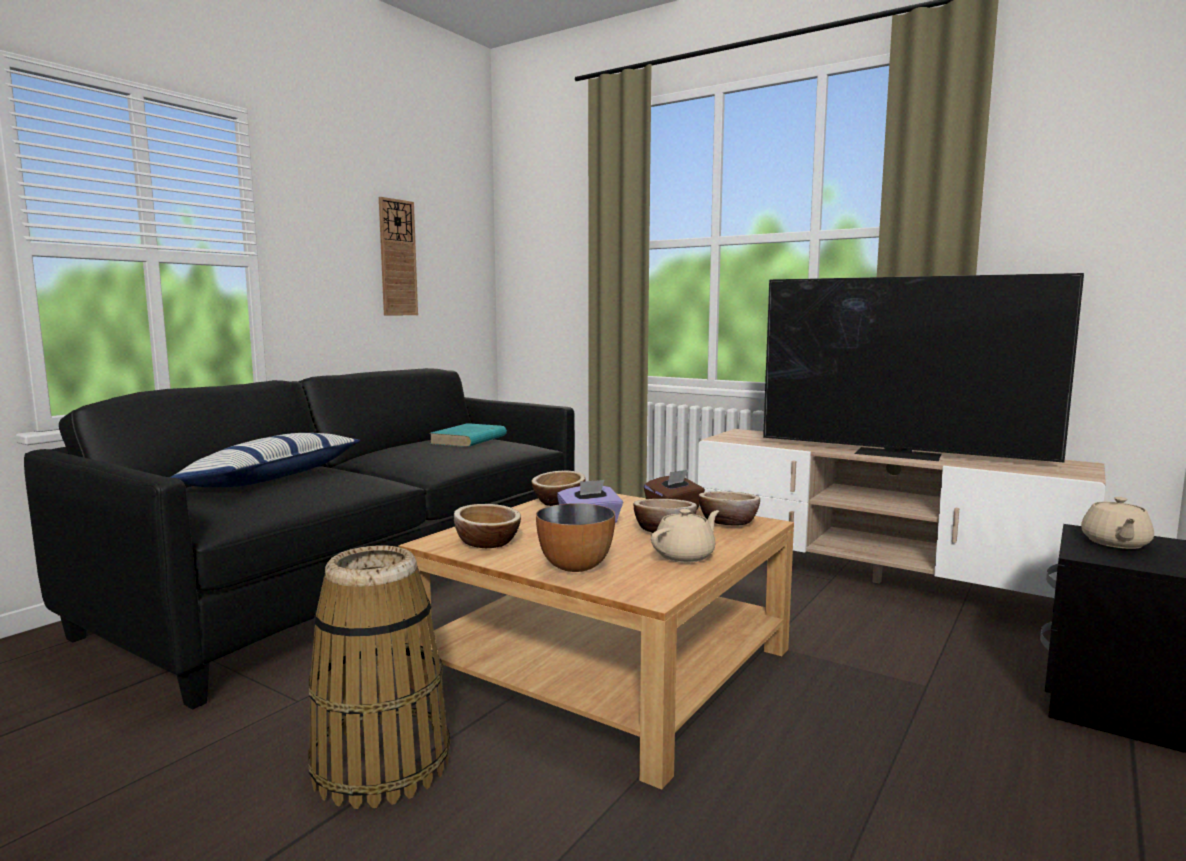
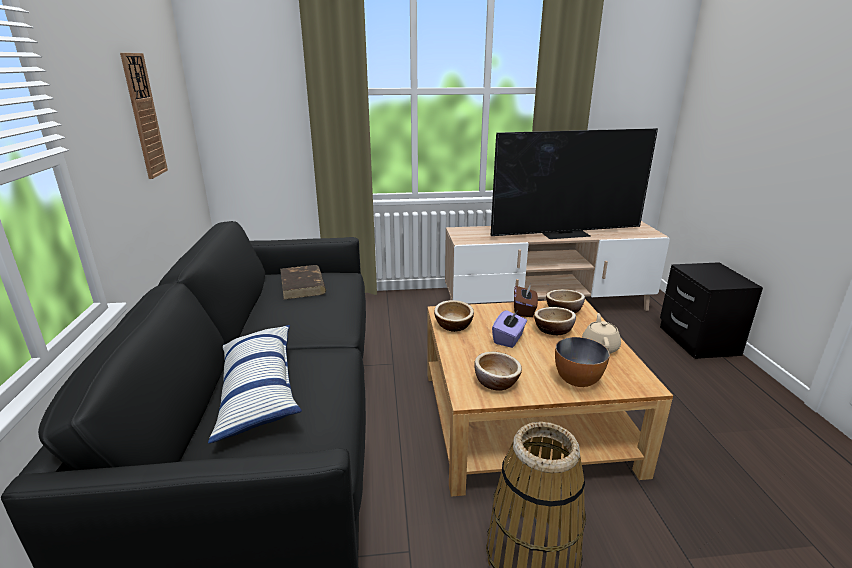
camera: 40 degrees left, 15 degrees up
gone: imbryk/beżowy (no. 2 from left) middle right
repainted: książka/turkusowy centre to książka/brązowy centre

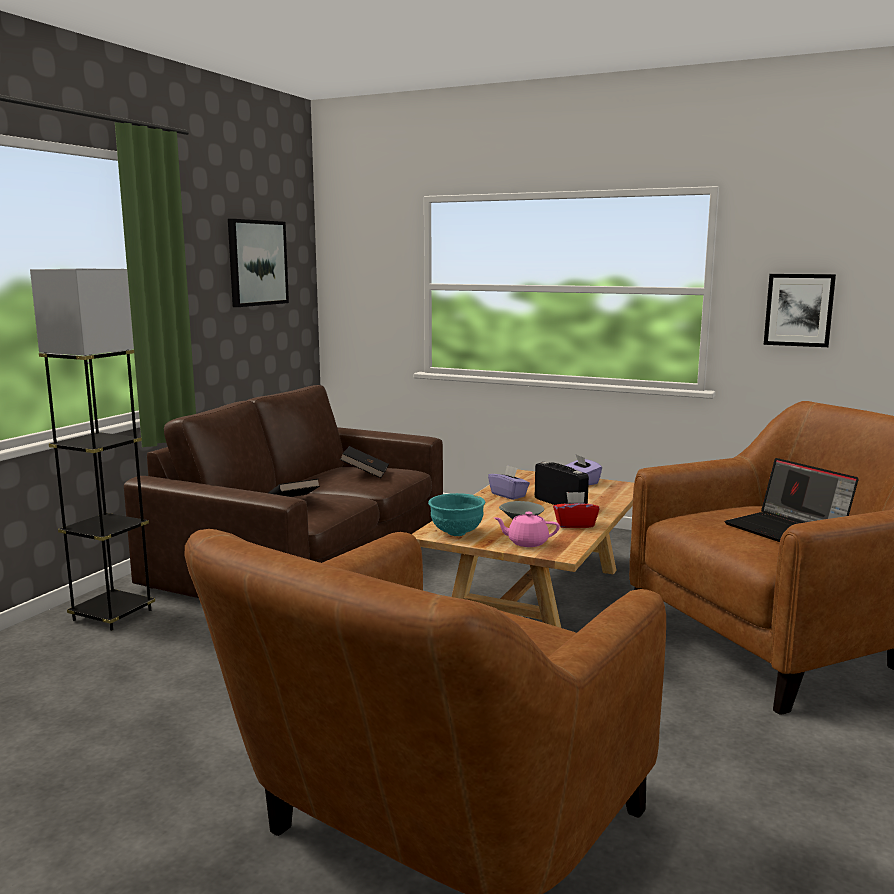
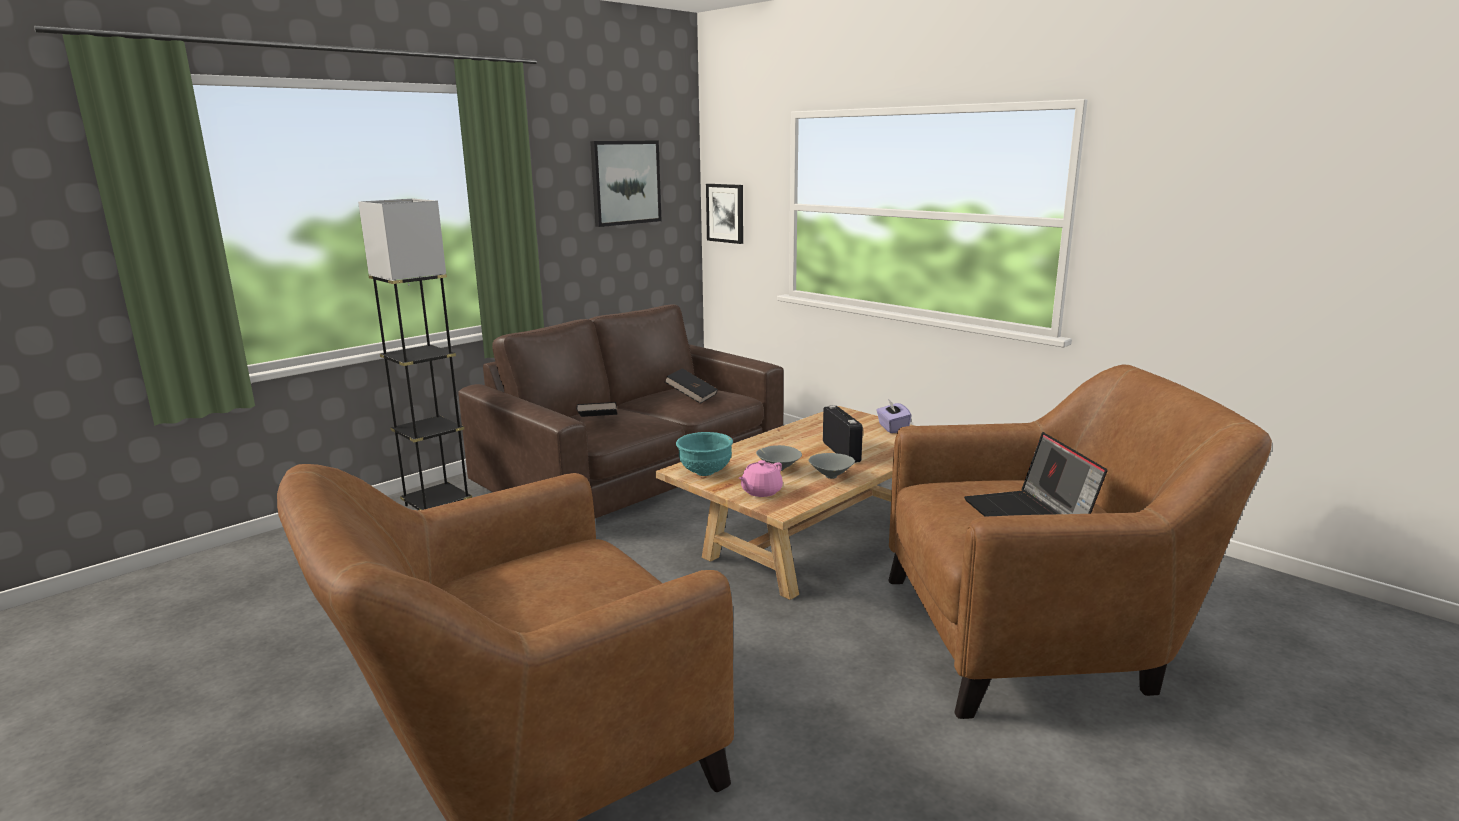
camera: 20 degrees right, 5 degrees up
gone: pudełko chusteczek/fioletowy (no. 1 from left) centre
shifted: obraz (no. 2 from left) middle right to top centre
swapped: pudełko chusteczek/czerwony centre to miska/szary (no. 2 from left) centre
rotated: imbryk/różowy centre = centre 75 degrees counterclockwise

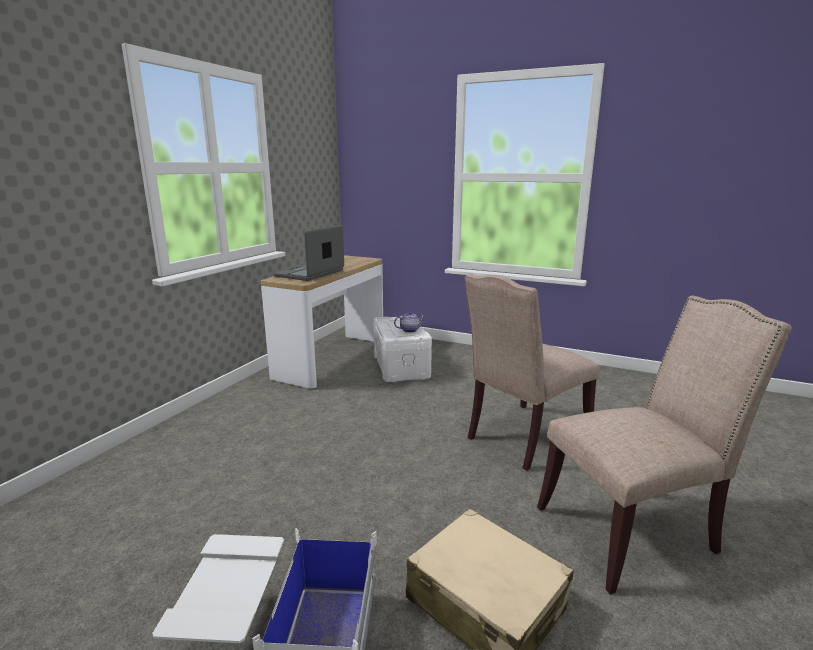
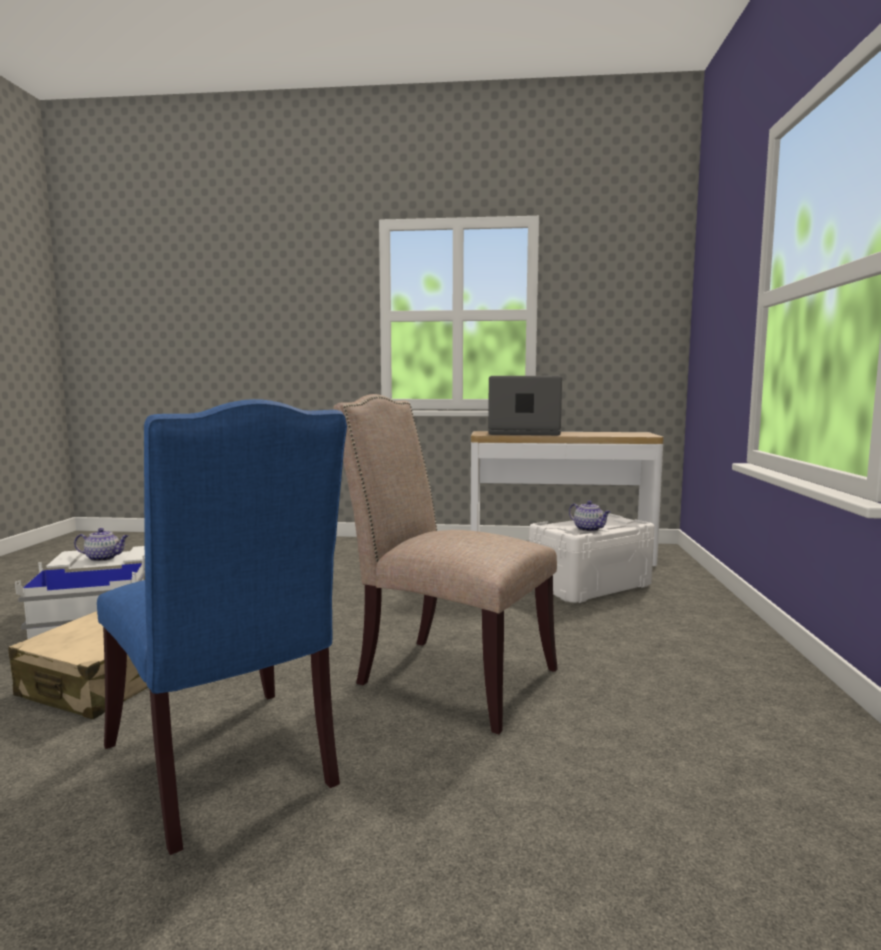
camera: 70 degrees right, 10 degrees down
new: imbryk (no. 1 from left) middle left
repainted: krzesło/beżowy (no. 2 from left) bottom right to krzesło/niebieski middle left

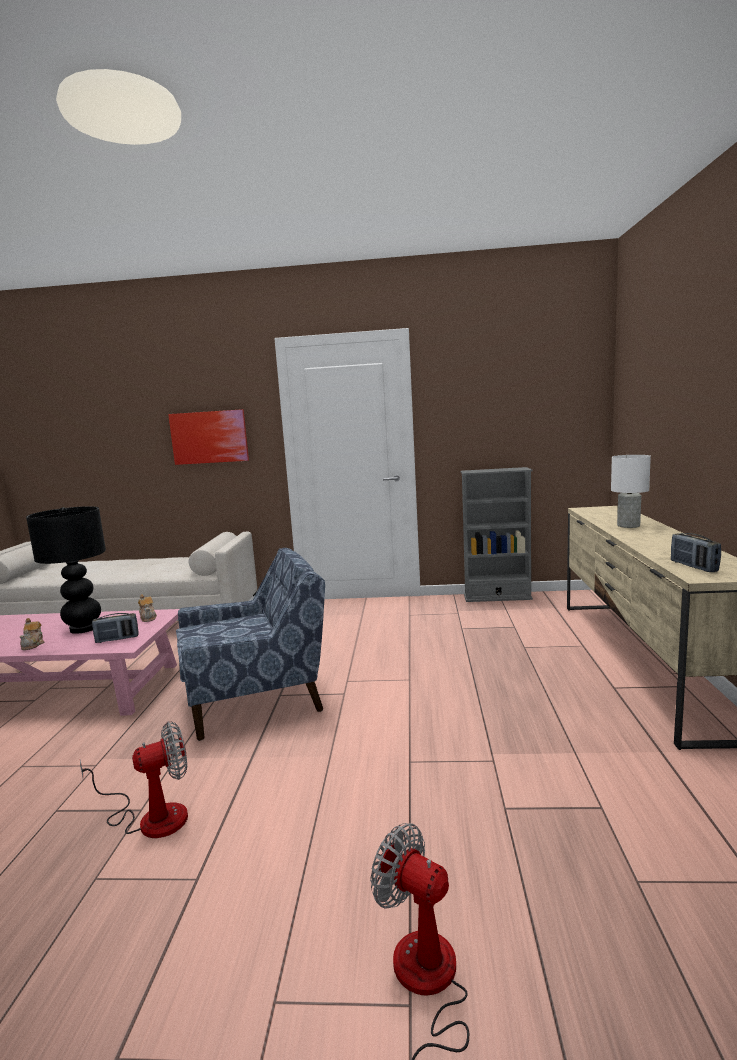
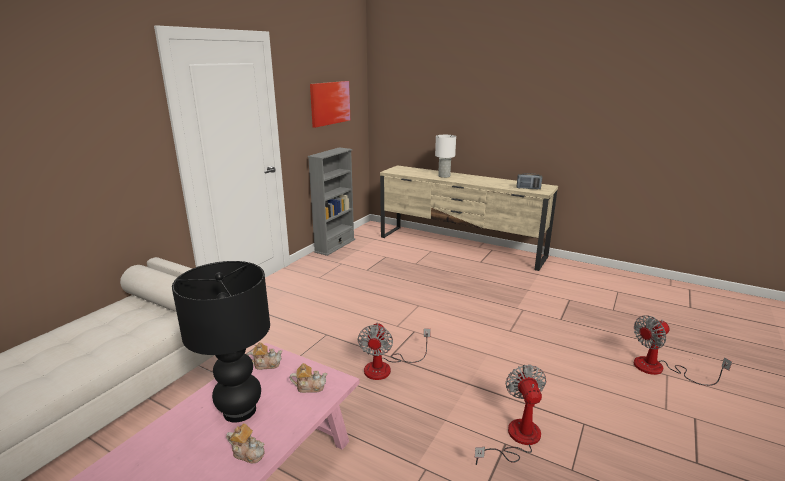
camera: 65 degrees left, 10 degrees up
shifted: obraz middle left to top centre
swapped: radio (no. 1 from left) middle left to imbryk (no. 3 from left) bottom centre; fotel/niebieski centre to wentylator (no. 1 from left) bottom centre

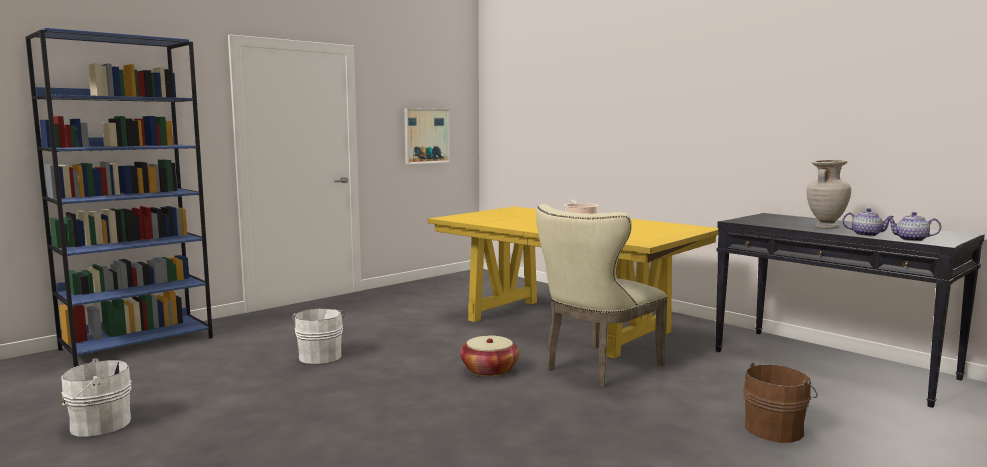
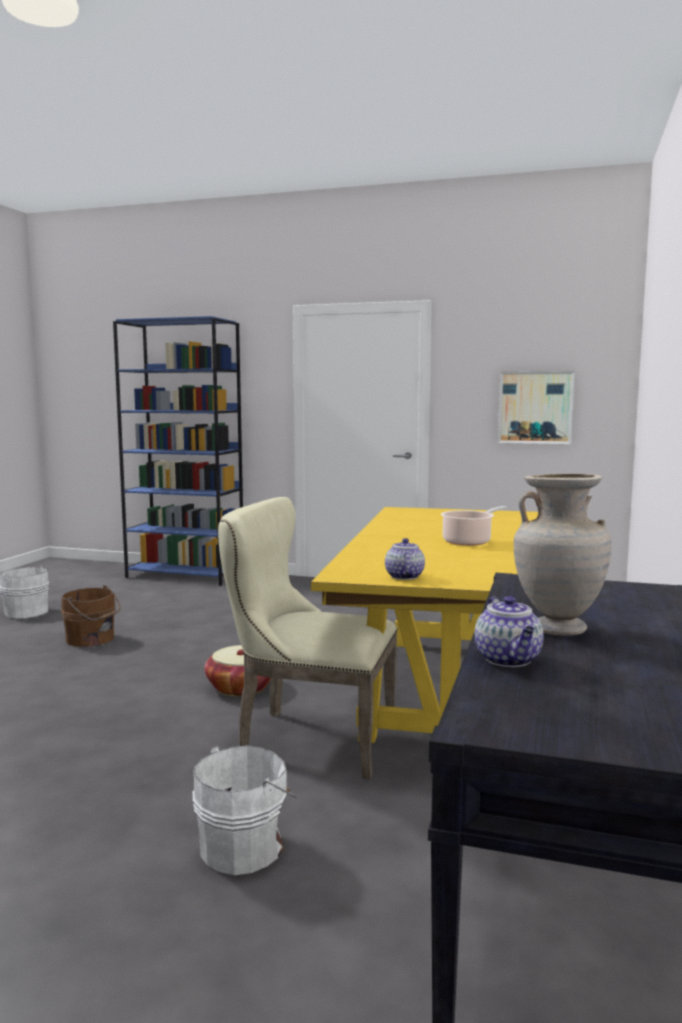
camera: 60 degrees right, 0 degrees up
shifted: wiadro/biały (no. 2 from left) bottom left to bottom centre; wiadro/brązowy bottom right to middle left; imbryk (no. 2 from left in the first image) middle right to imbryk (no. 1 from left) centre

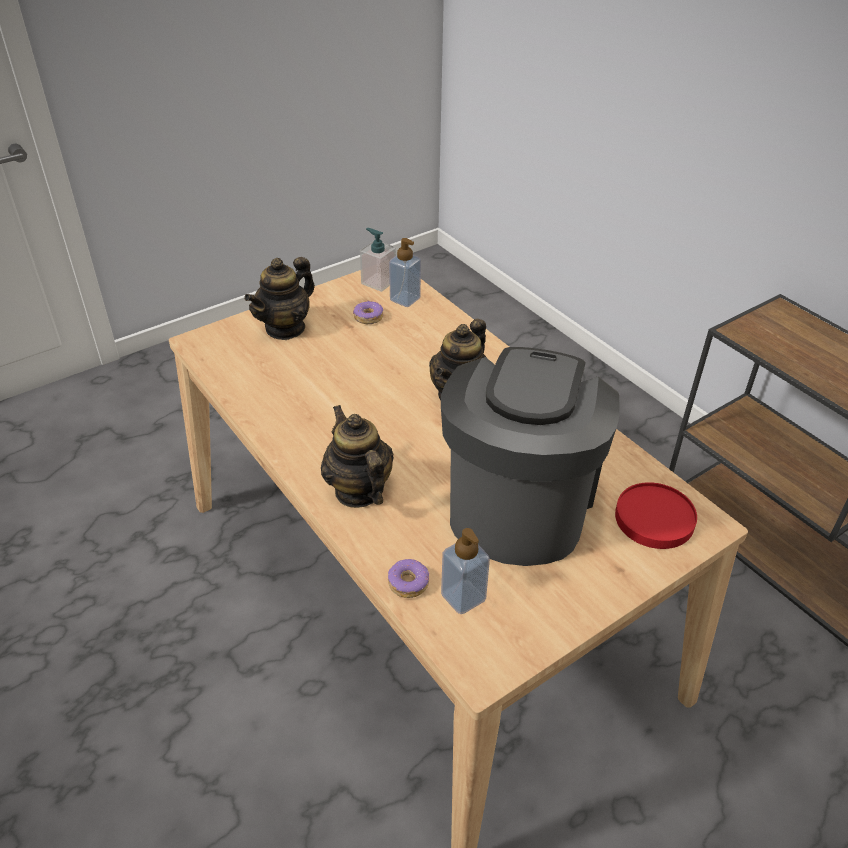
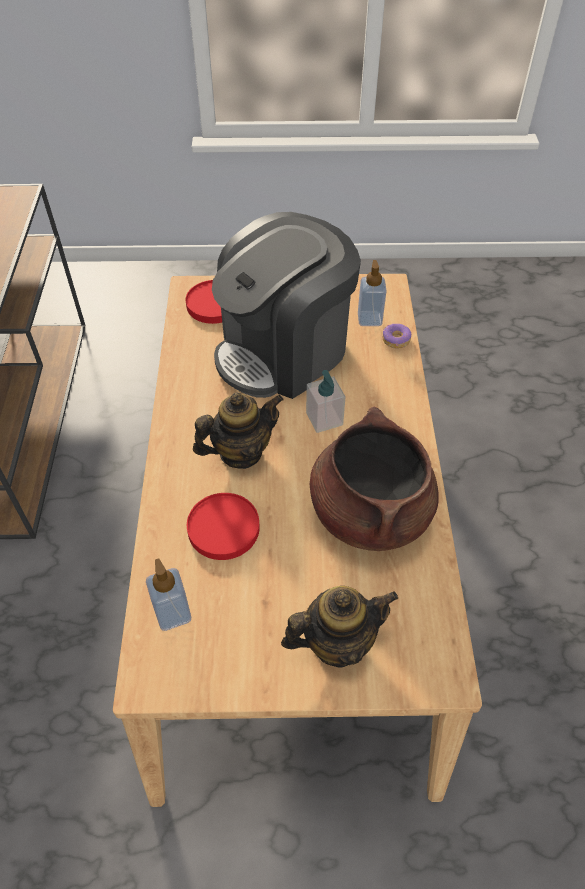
camera: 145 degrees left, 10 degrees up
gone: imbryk (no. 2 from left) centre; donut (no. 1 from left) centre
new: talerz/czerwony (no. 2 from left) centre; garnek/brązowy centre
shifted: dozownik mydła (no. 1 from left in the first image) top centre to dozownik mydła (no. 2 from left) centre

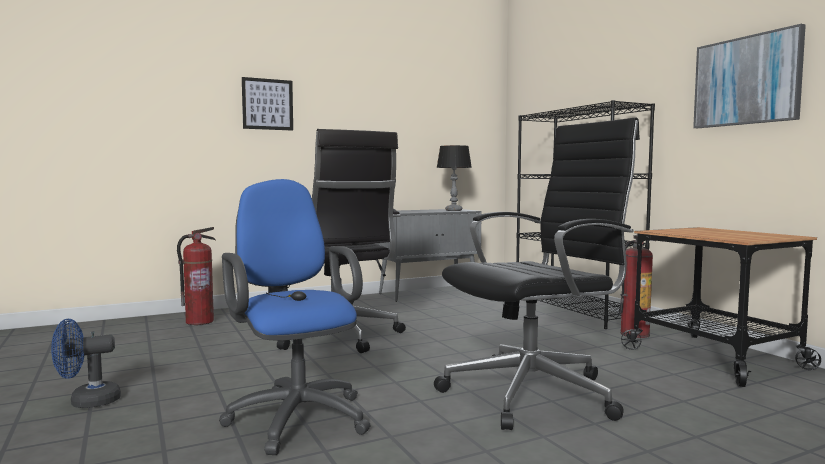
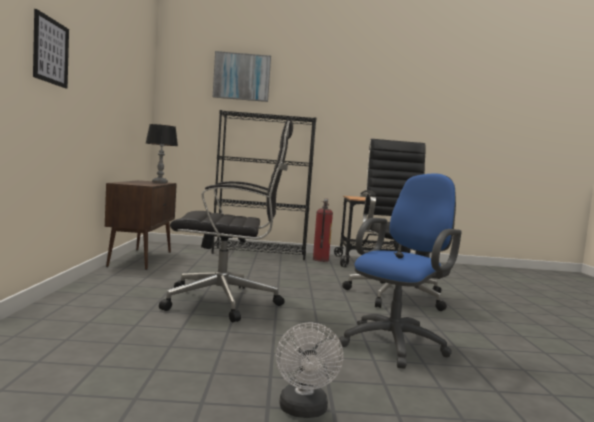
camera: 65 degrees left, 0 degrees up
gone: gaśnica (no. 1 from left) middle left
shifted: obraz (no. 2 from left) top right to top centre
repainted: wentylator/niebieski bottom left to wentylator/biały bottom centre; szafka/szary centre to szafka/brązowy middle left
rotated: krzesło biurowe/niebieski bottom centre = middle right 135 degrees clockwise

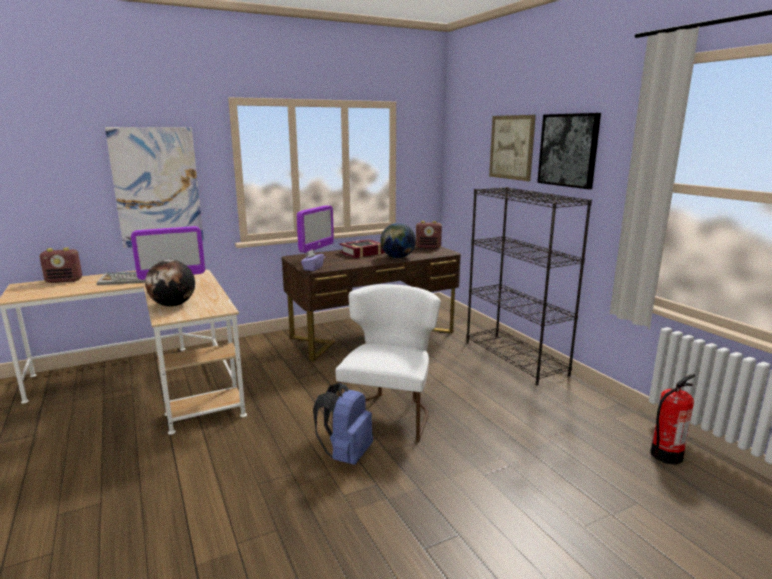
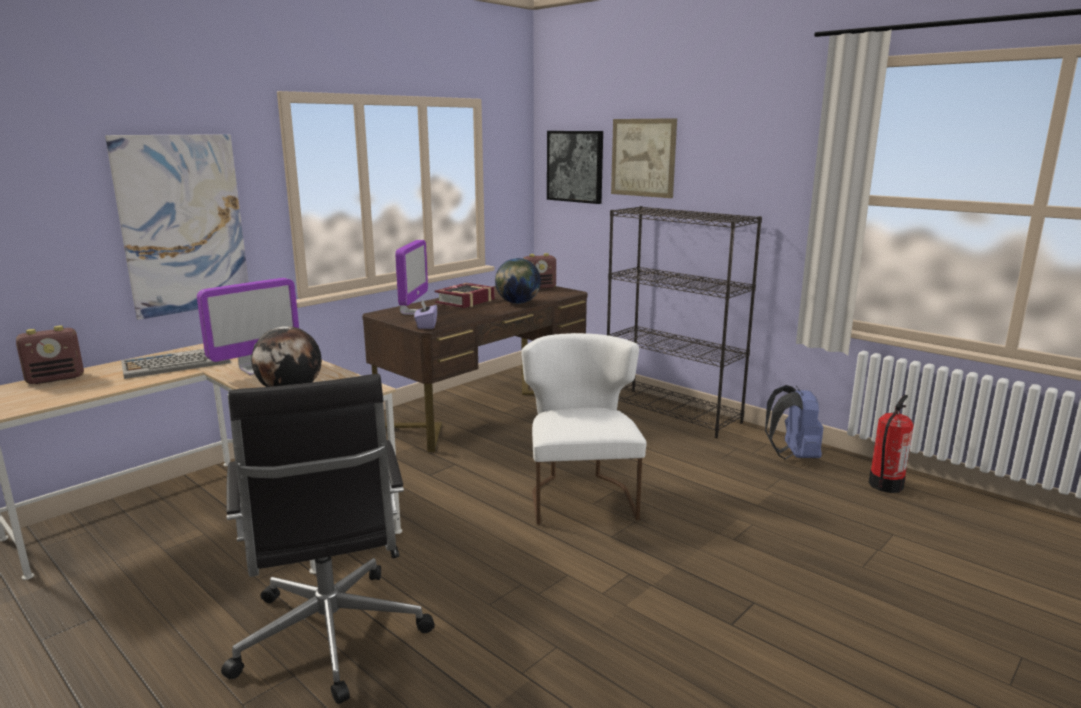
camera: 20 degrees left, 0 degrees up
new: krzesło biurowe/czarny bottom left
shifted: plecak/niebieski bottom centre to middle right; obraz (no. 3 from left in the first image) top right to obraz (no. 2 from left) top centre

